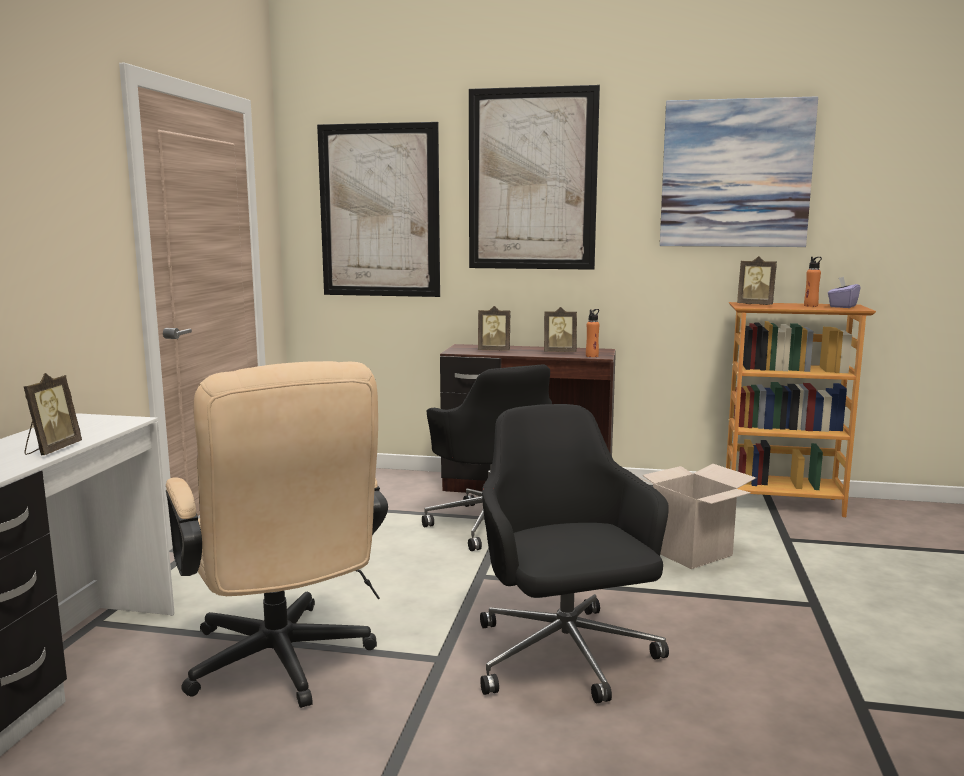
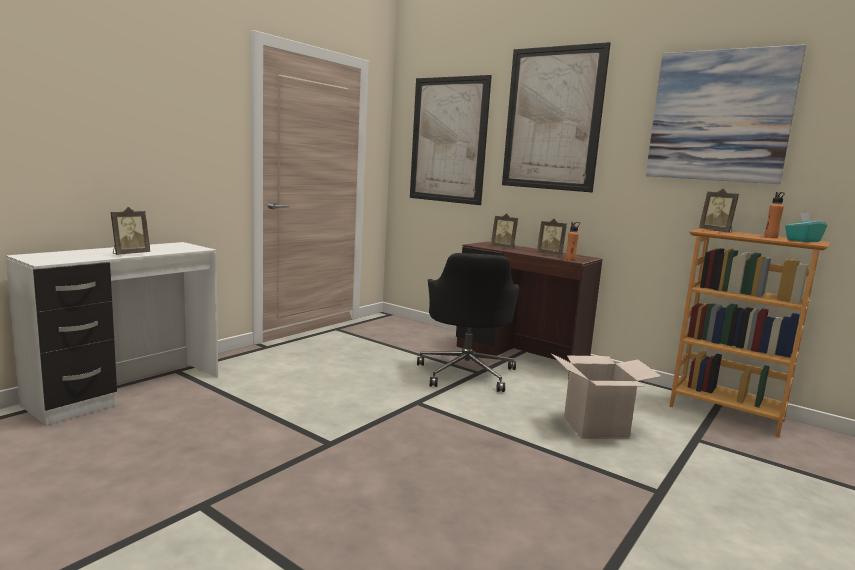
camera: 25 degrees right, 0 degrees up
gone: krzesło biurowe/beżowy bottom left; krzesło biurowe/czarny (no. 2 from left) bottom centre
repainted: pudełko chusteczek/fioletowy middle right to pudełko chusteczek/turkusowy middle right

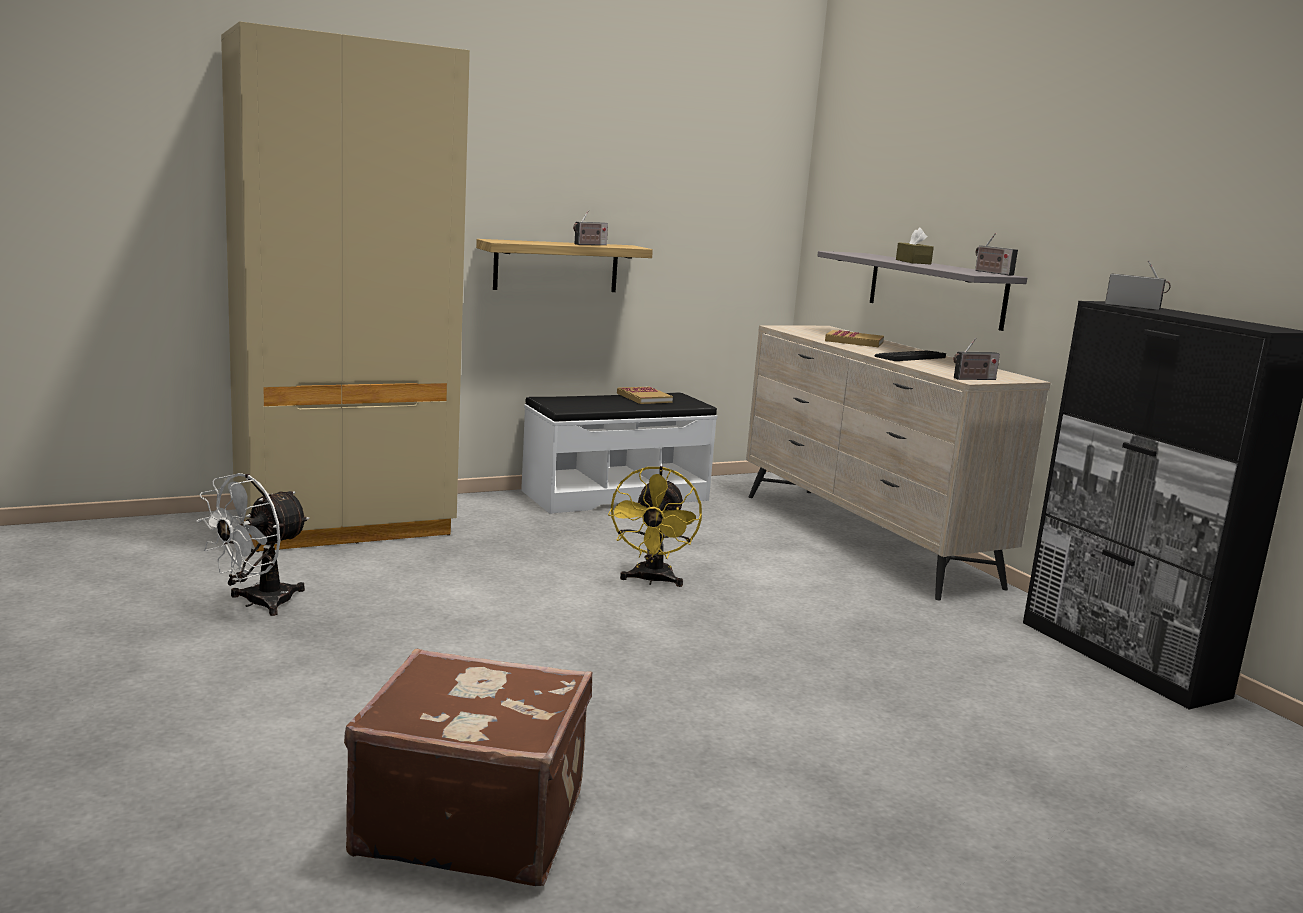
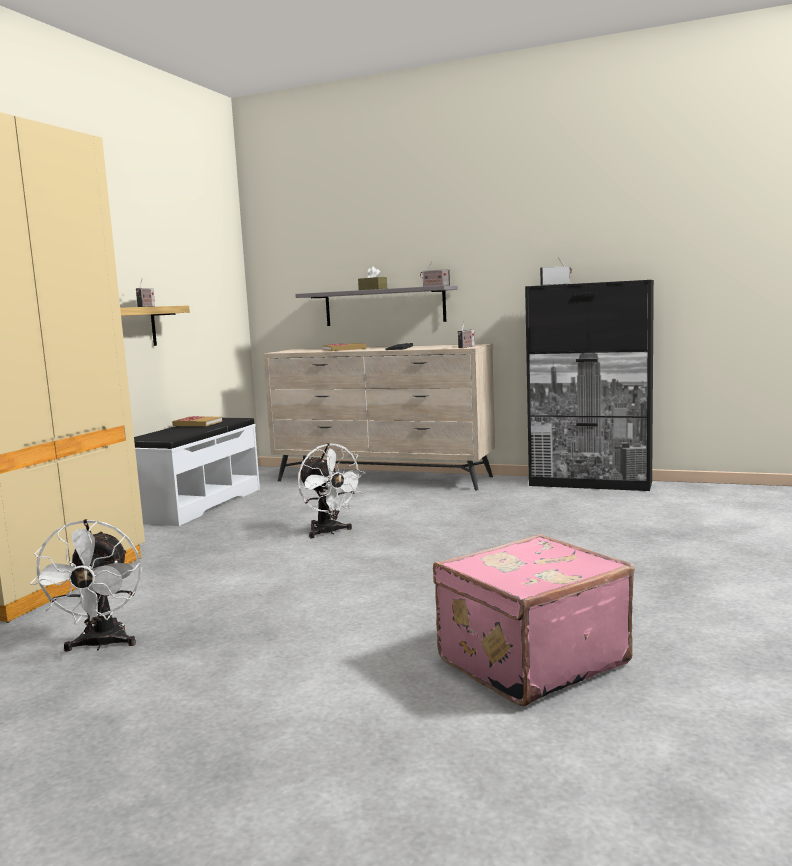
camera: 40 degrees left, 5 degrees down
repainted: walizka/brązowy bottom centre to walizka/różowy bottom right; wentylator/żółty centre to wentylator/biały (no. 2 from left) centre

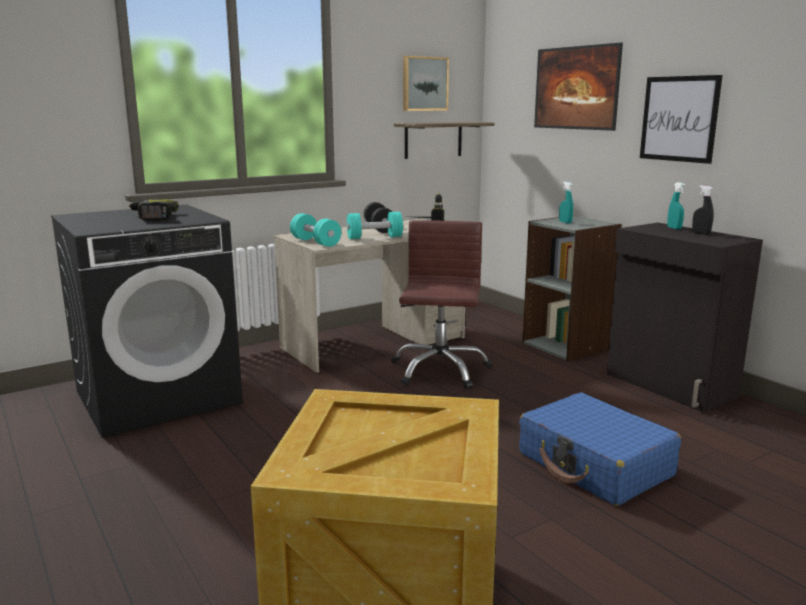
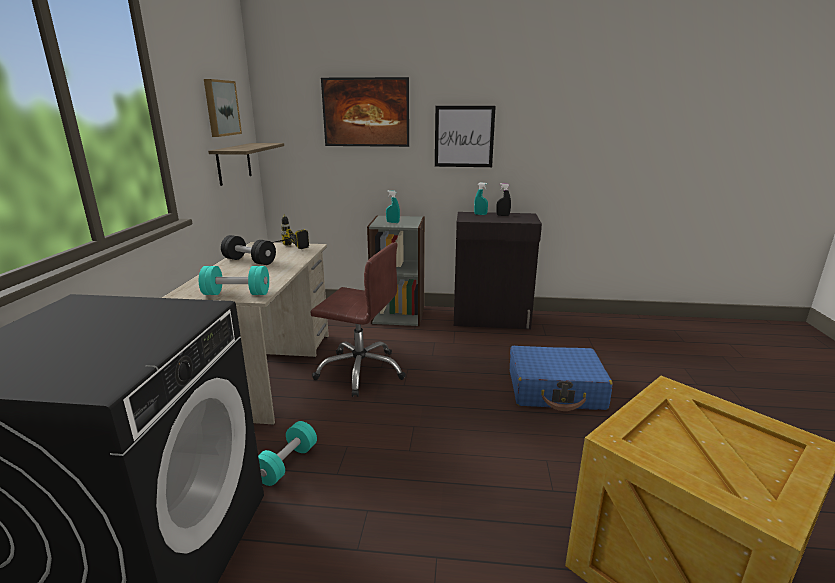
camera: 50 degrees left, 5 degrees up
gone: wiertarka (no. 1 from left) middle left
shifted: hantel/turkusowy (no. 2 from left) centre to bottom centre
rotated: krzesło biurowe/brązowy centre = centre 150 degrees clockwise

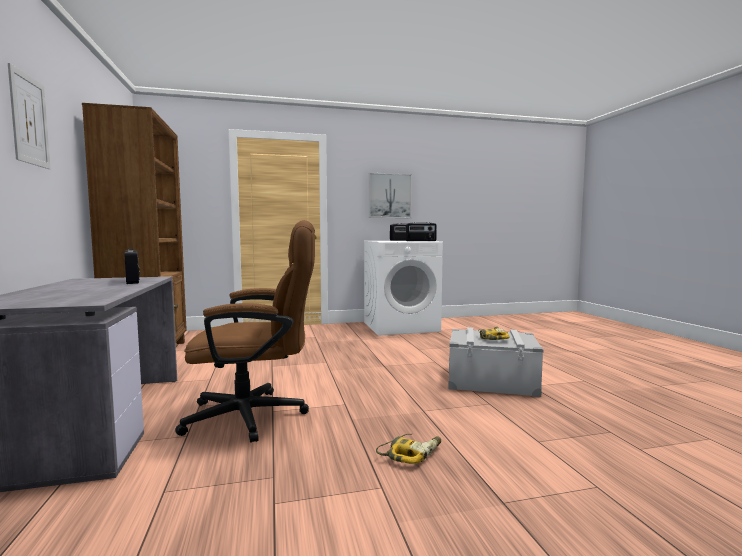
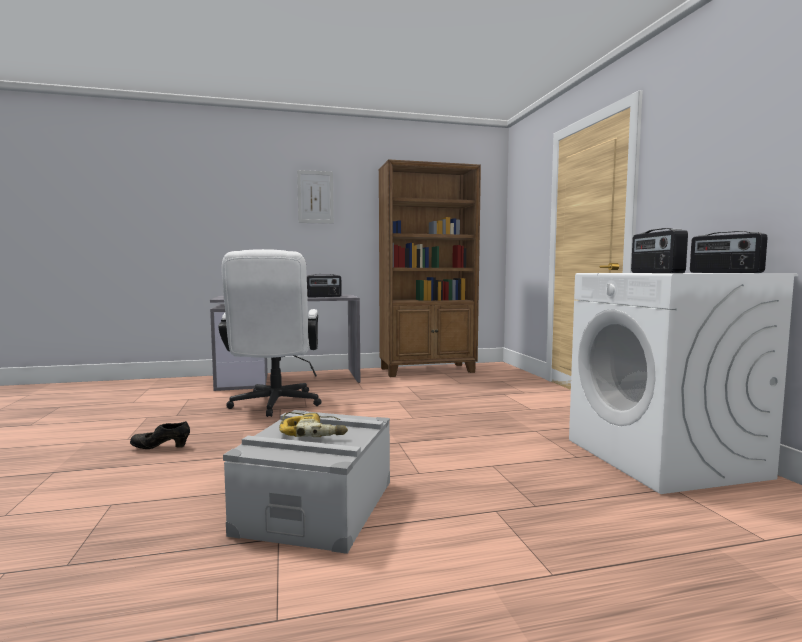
camera: 90 degrees right, 0 degrees up
gone: obraz (no. 2 from left) centre
swapped: wiertarka (no. 1 from left) bottom centre to but/czarny bottom left
repainted: krzesło biurowe/brązowy middle left to krzesło biurowe/biały centre

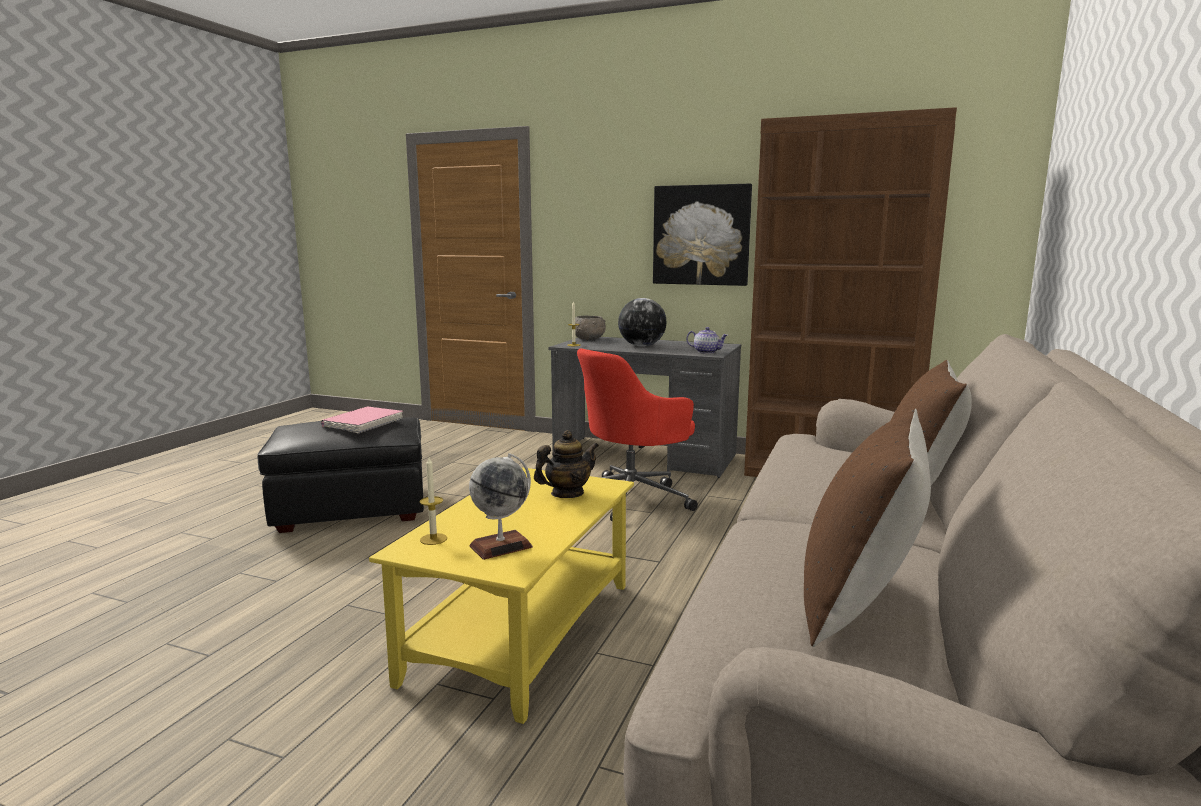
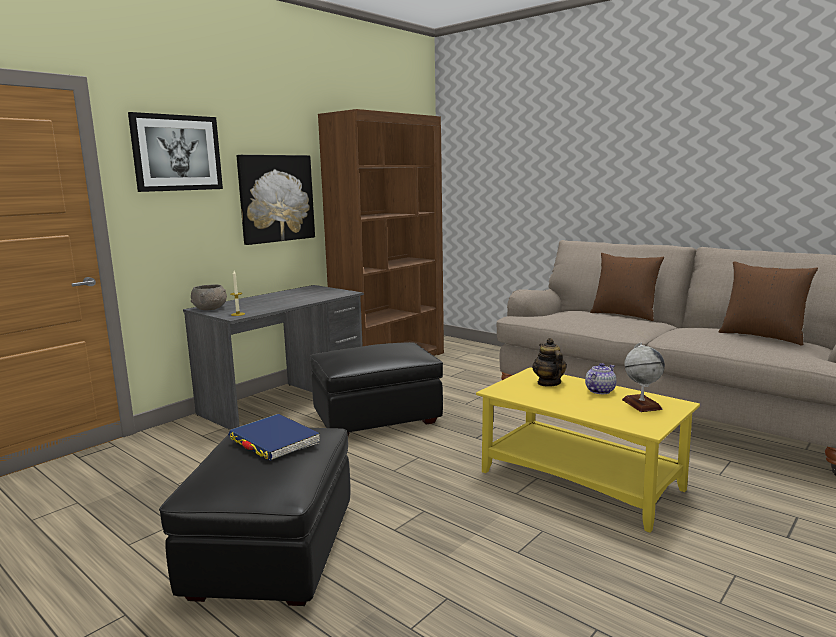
camera: 70 degrees left, 0 degrees up
gone: świeca (no. 1 from left) centre; globus (no. 2 from left) centre
new: obraz (no. 1 from left) top left
shifted: imbryk (no. 2 from left) centre to middle right
swapped: krzesło biurowe/czerwony centre to pufa/czarny (no. 2 from left) centre
repainted: książka/różowy middle left to książka/niebieski bottom left

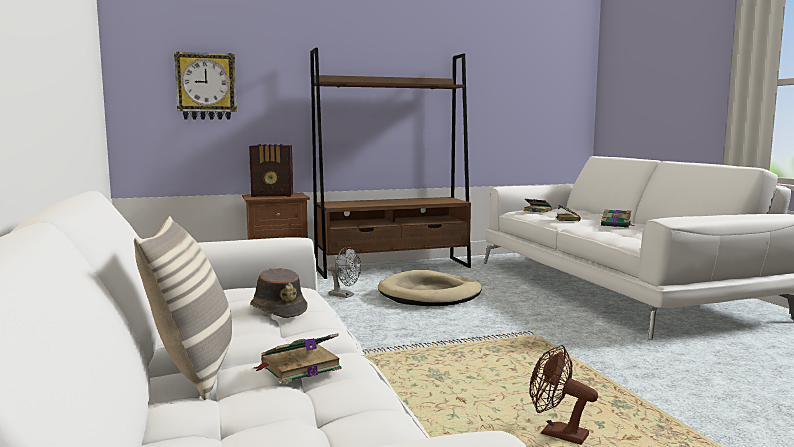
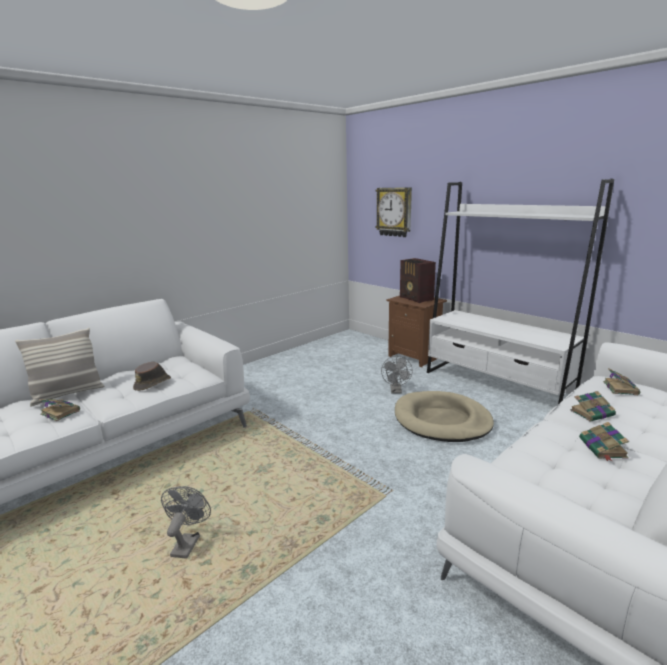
camera: 65 degrees right, 10 degrees up
repainted: regał/brązowy centre to regał/biały middle right; wentylator/brązowy bottom right to wentylator/szary (no. 1 from left) bottom left

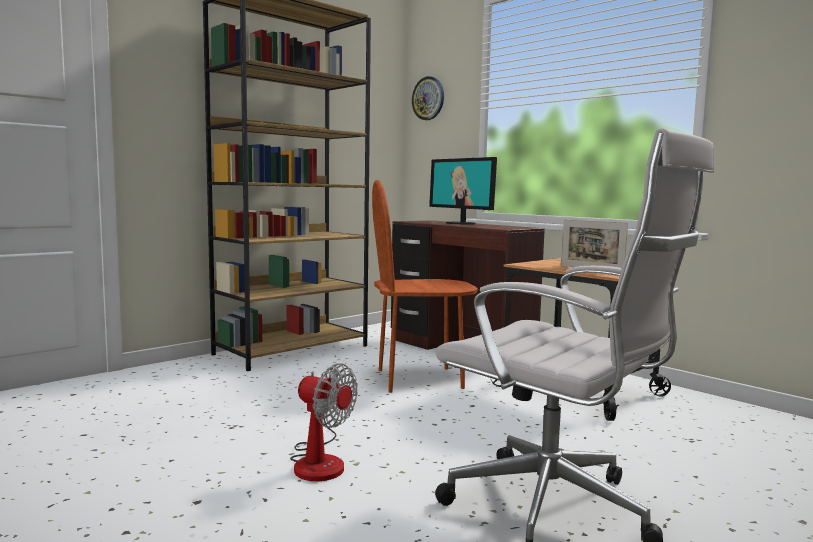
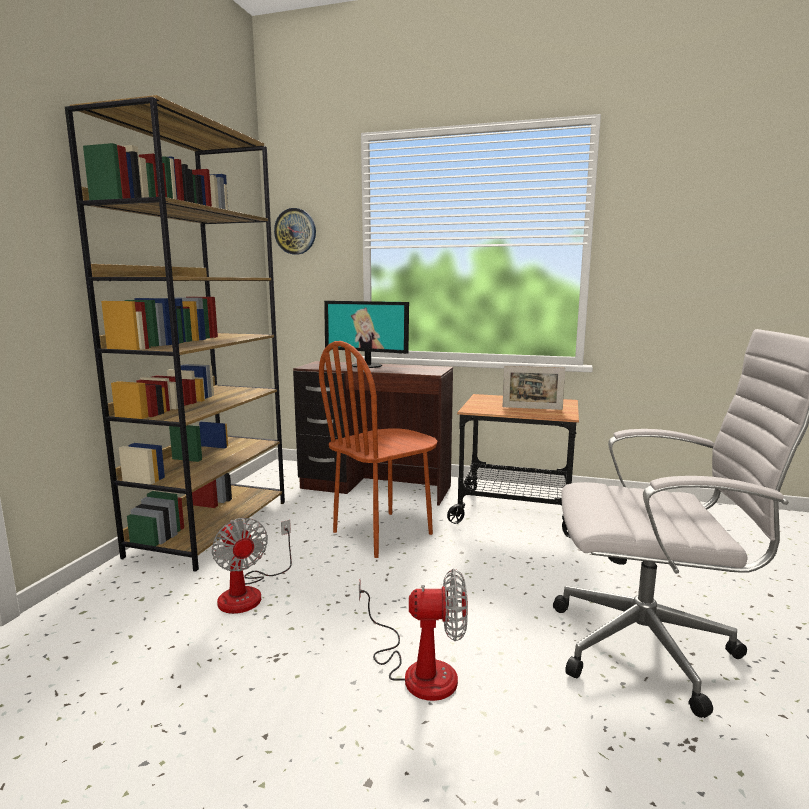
camera: 30 degrees left, 5 degrees up
new: wentylator (no. 1 from left) bottom left

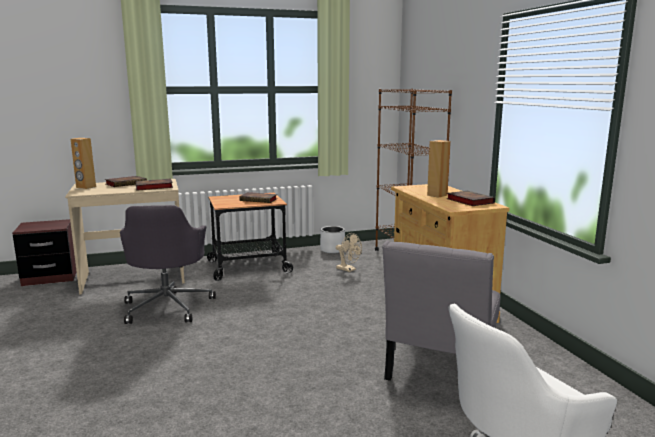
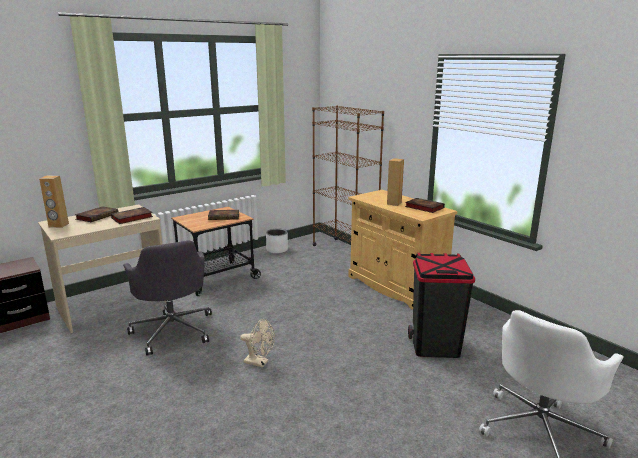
camera: 20 degrees left, 5 degrees up
shifted: wentylator/beżowy centre to bottom centre
swapped: krzesło/szary bottom right to kosz na śmieci/czarny middle right

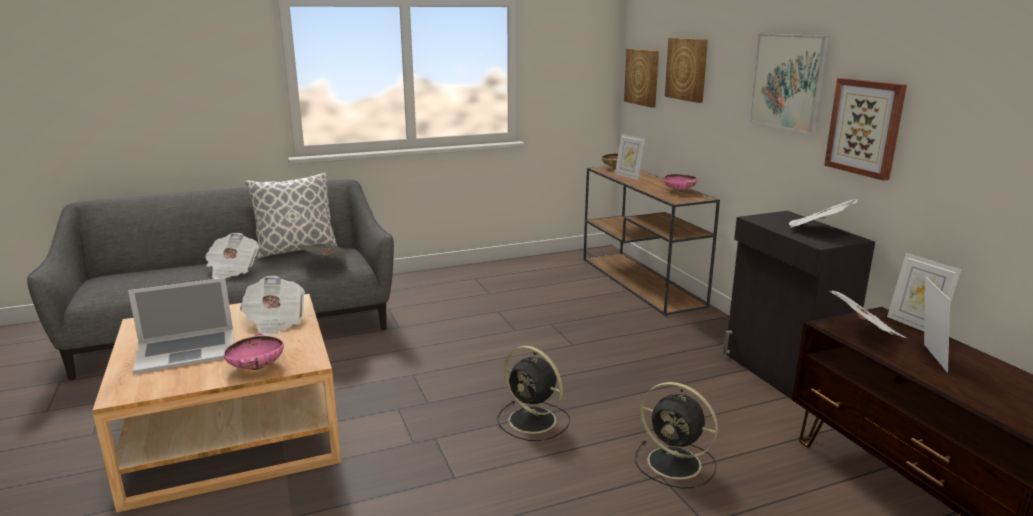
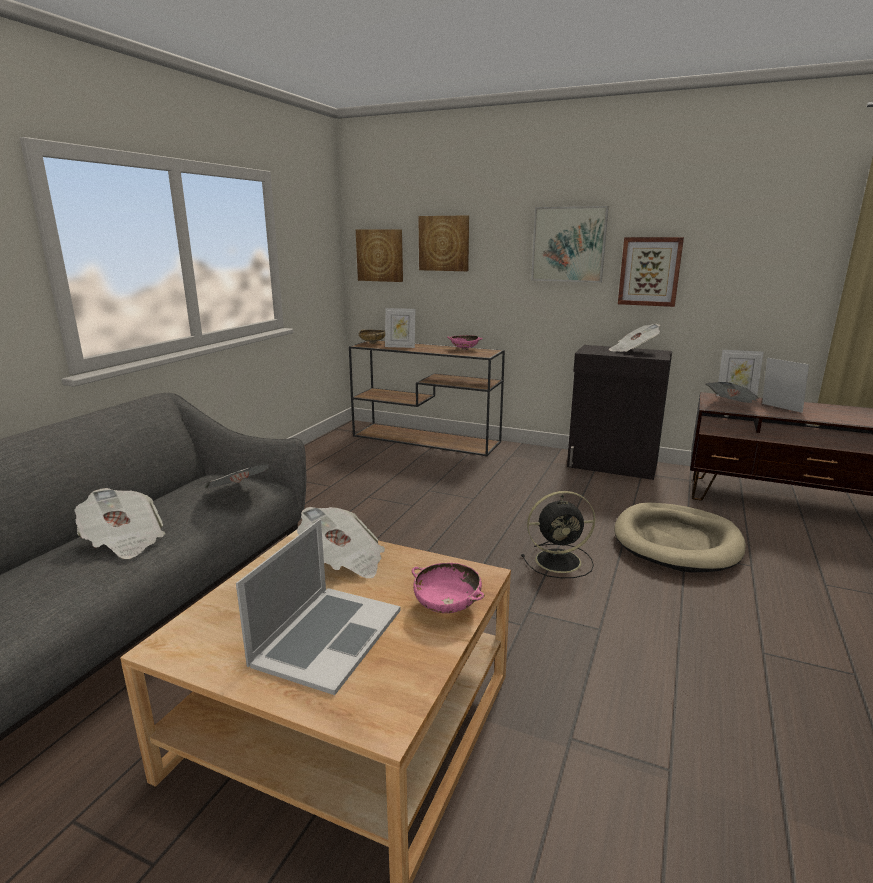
camera: 45 degrees left, 0 degrees up
gone: poduszka middle left
swapped: wentylator/czarny (no. 2 from left) bottom centre to legowisko/beżowy middle right

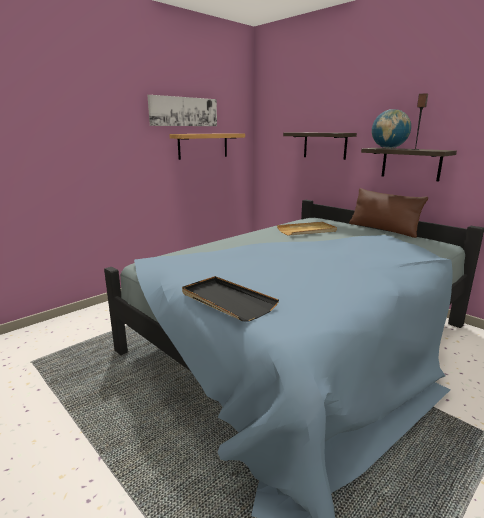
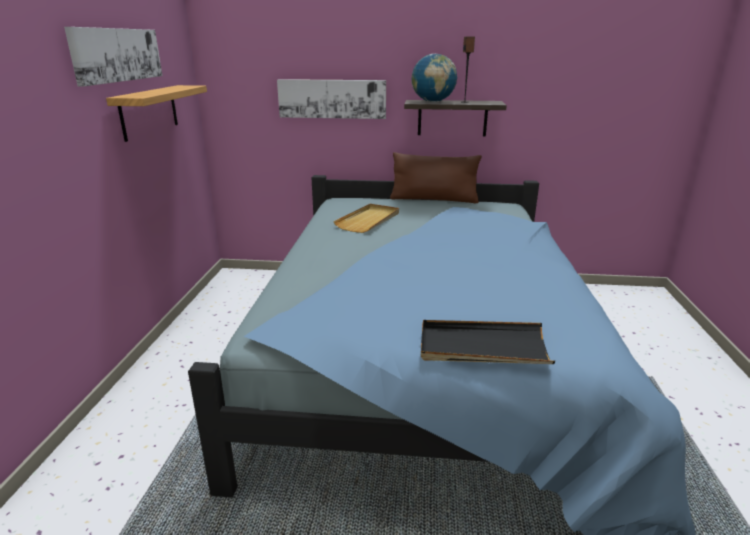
camera: 40 degrees left, 5 degrees up
swapped: półka (no. 2 from left) top centre to obraz (no. 2 from left) top centre

